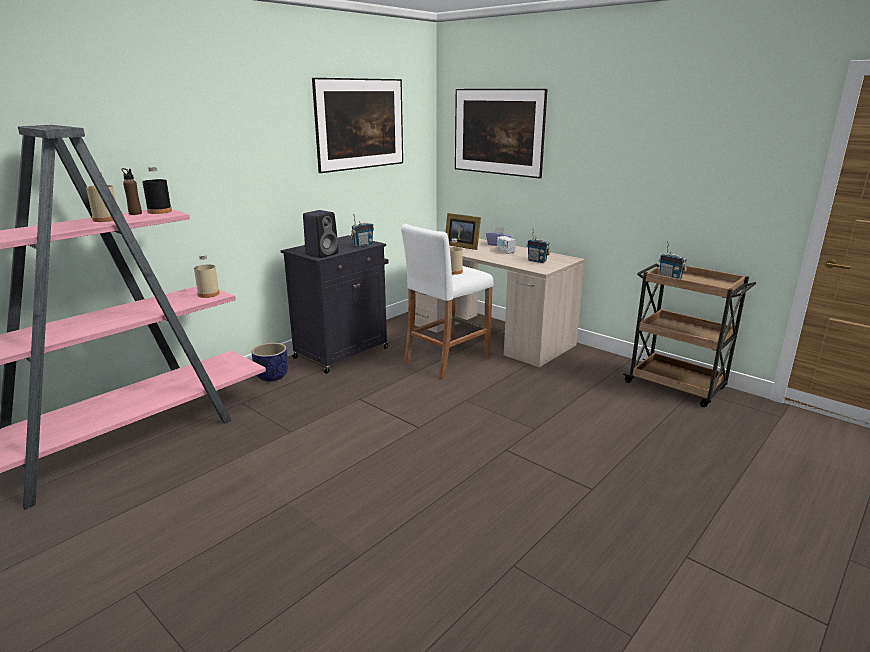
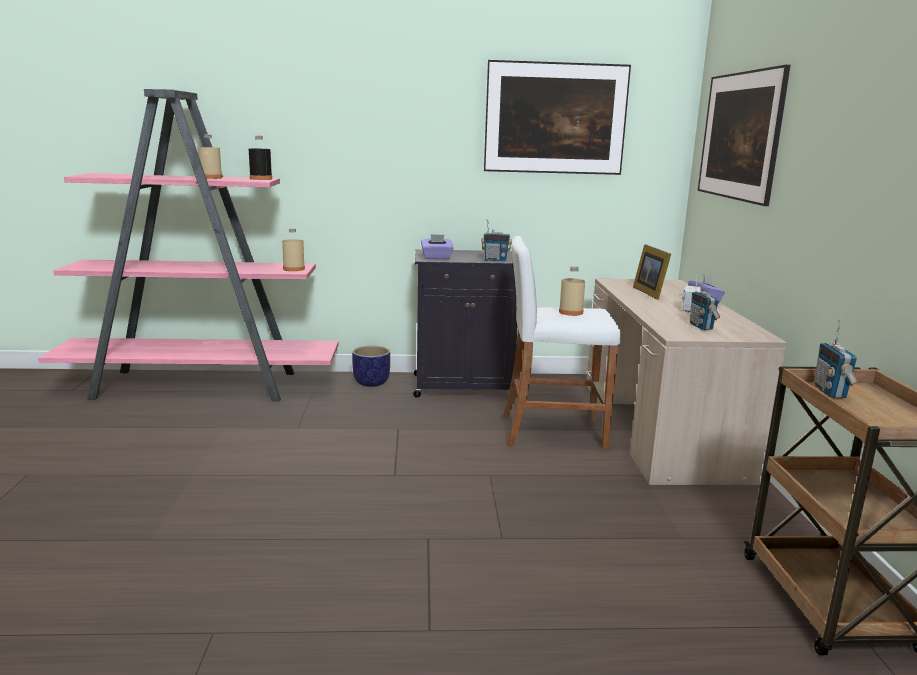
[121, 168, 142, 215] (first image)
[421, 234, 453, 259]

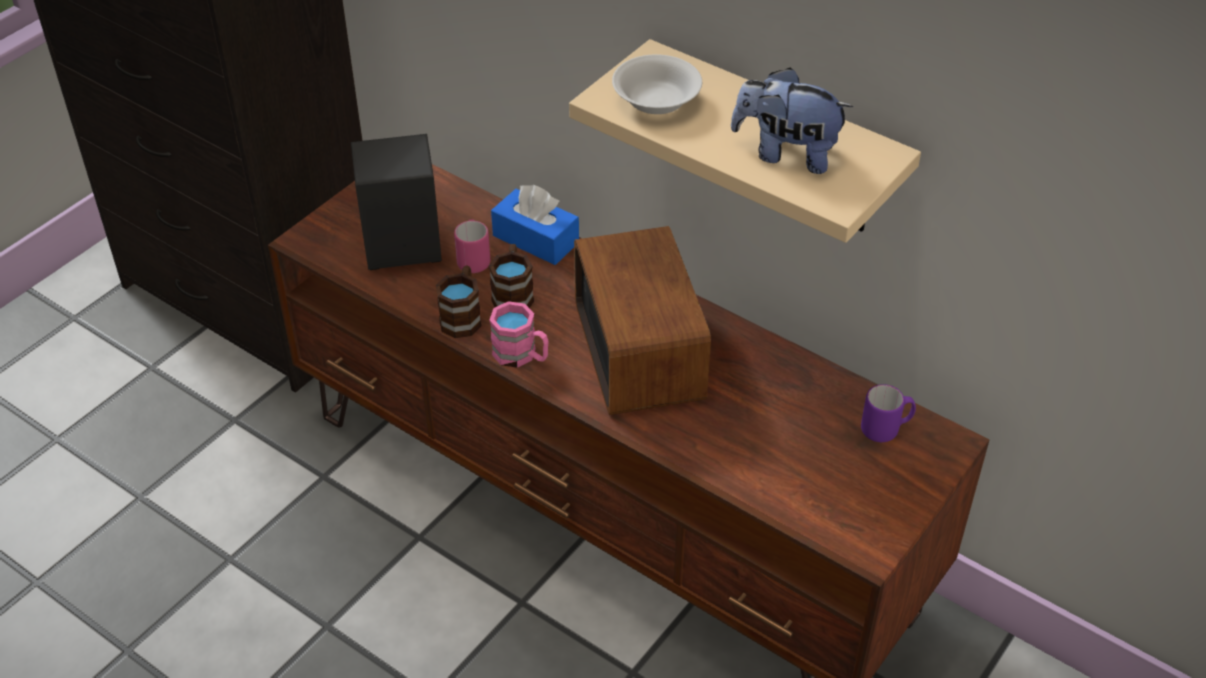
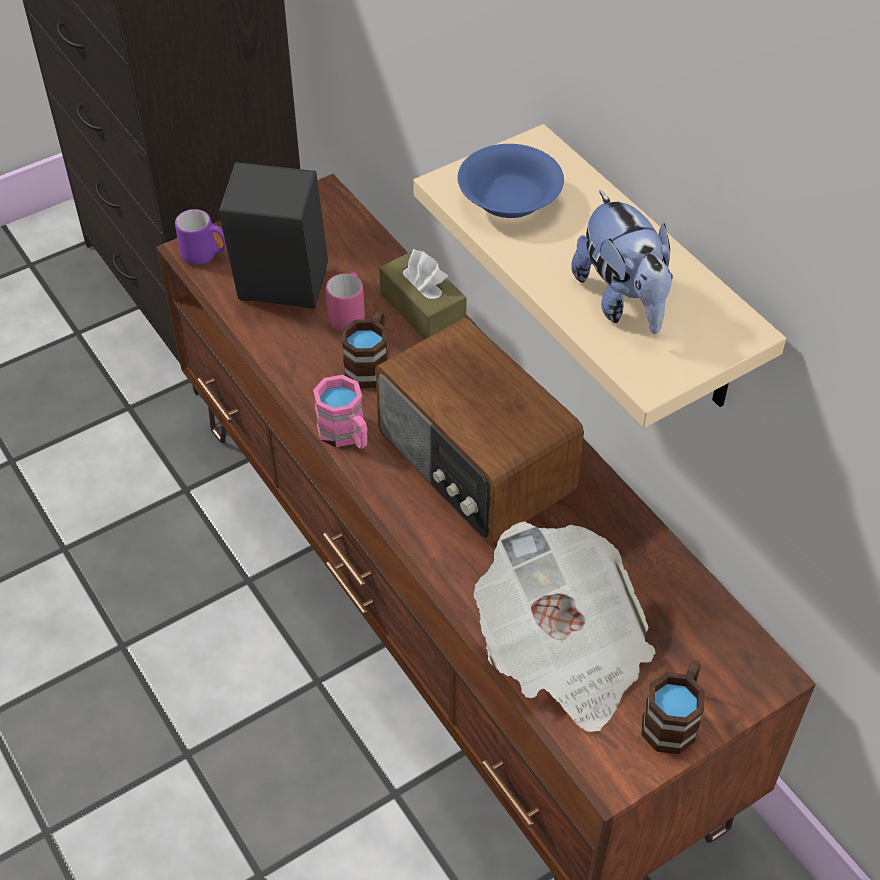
[641, 660, 705, 754]
[379, 249, 467, 339]
[375, 318, 584, 544]
[458, 144, 564, 218]
[571, 190, 673, 334]
[175, 209, 226, 265]
[474, 521, 656, 732]

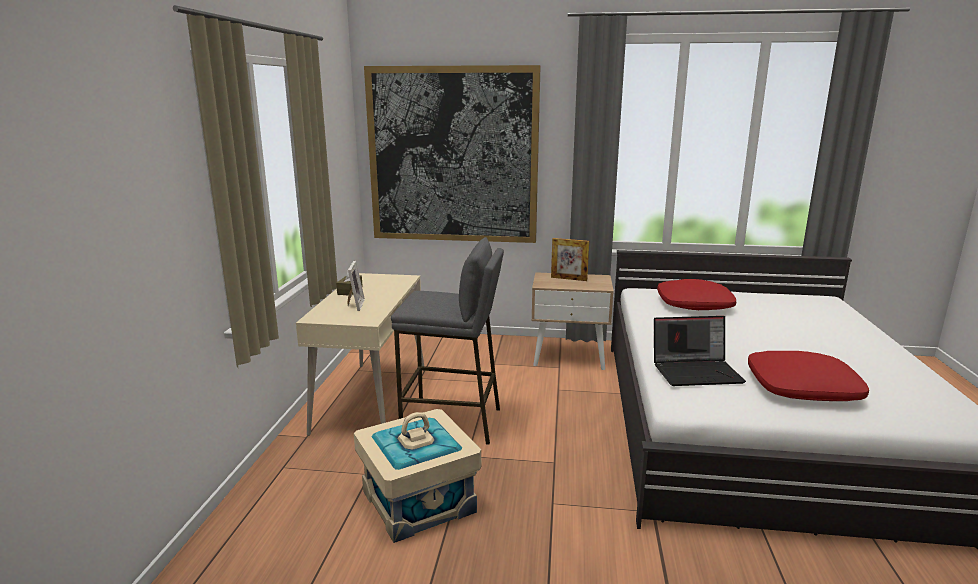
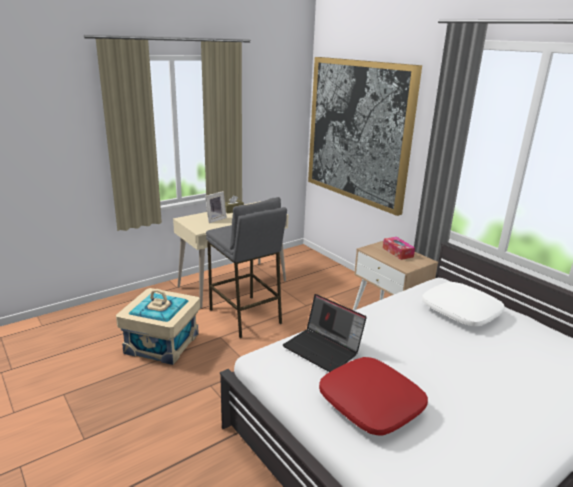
[383, 237, 415, 260]
[422, 282, 505, 326]

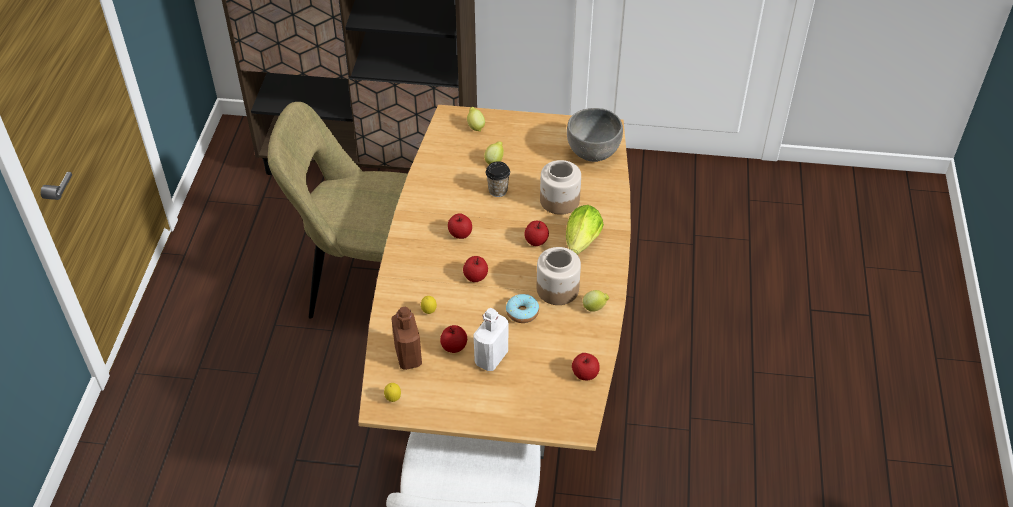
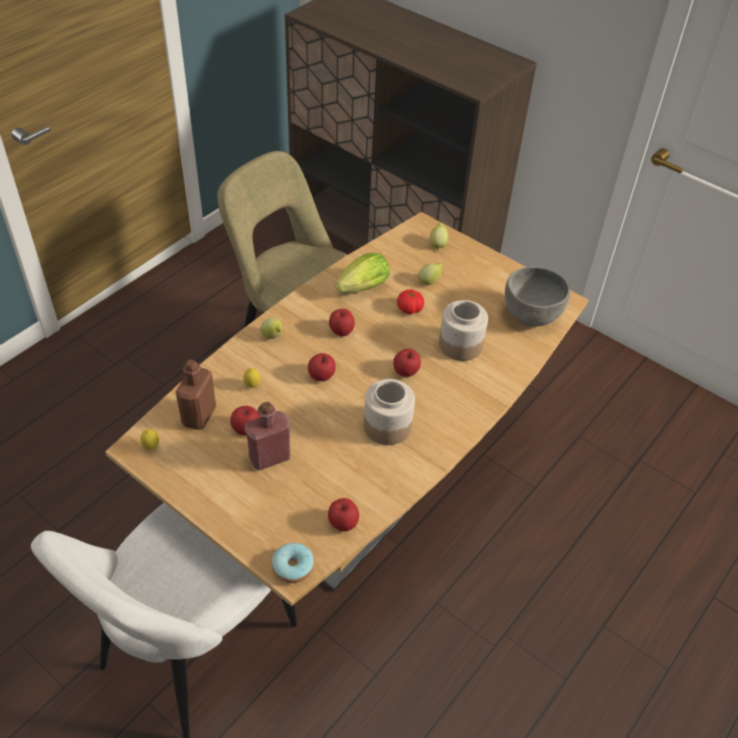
[245, 402, 290, 471]
[397, 289, 424, 314]
[272, 543, 314, 583]
[335, 253, 390, 293]
[260, 318, 283, 339]

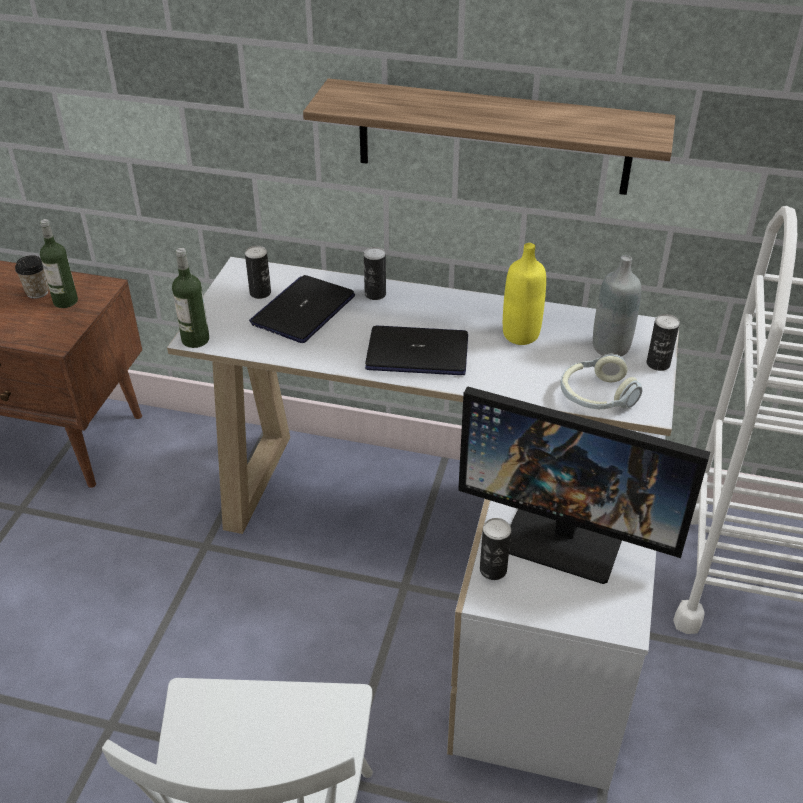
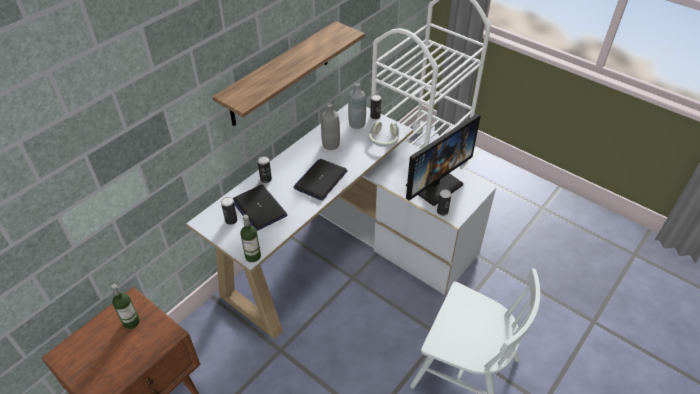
[15, 255, 49, 299] (first image)
[321, 104, 340, 150]

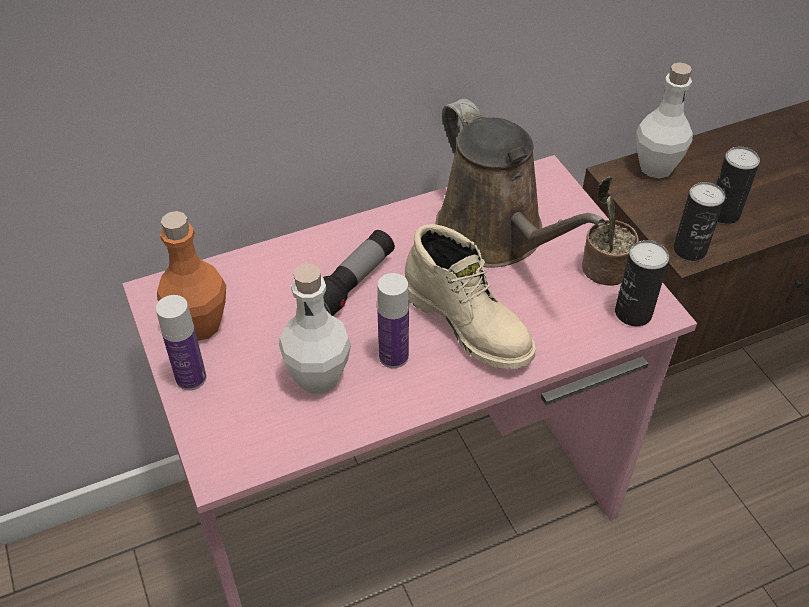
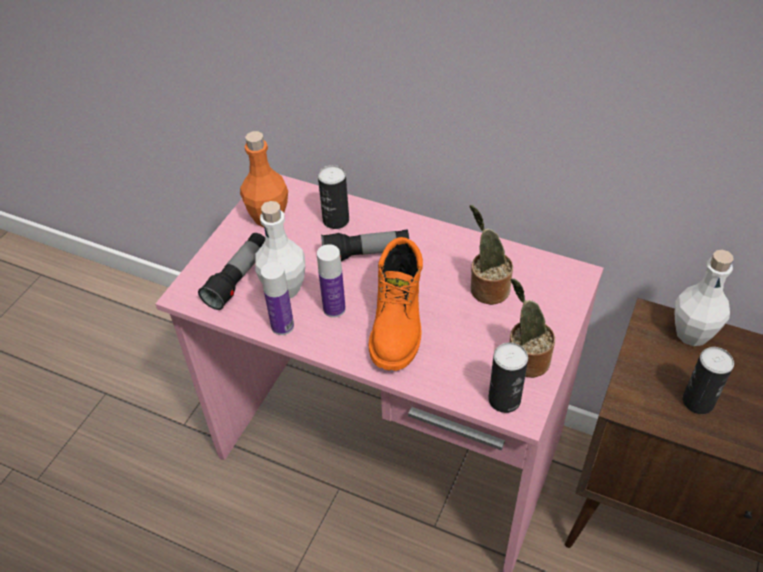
[261, 262, 294, 335]
[369, 237, 423, 371]
[469, 205, 513, 305]
[318, 165, 349, 229]
[198, 233, 265, 310]

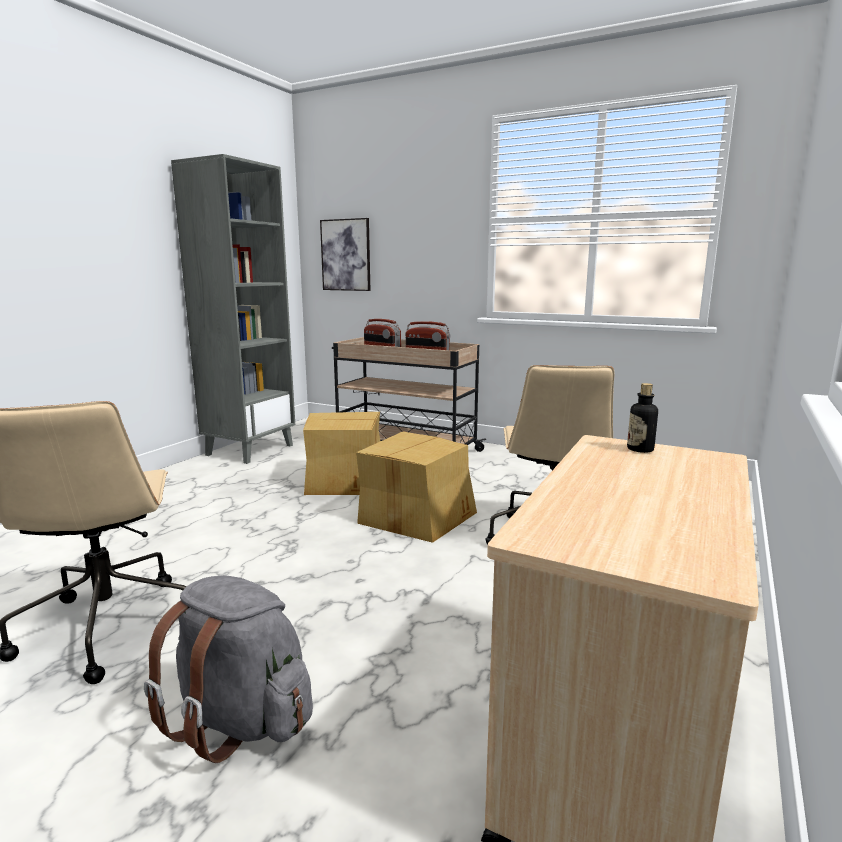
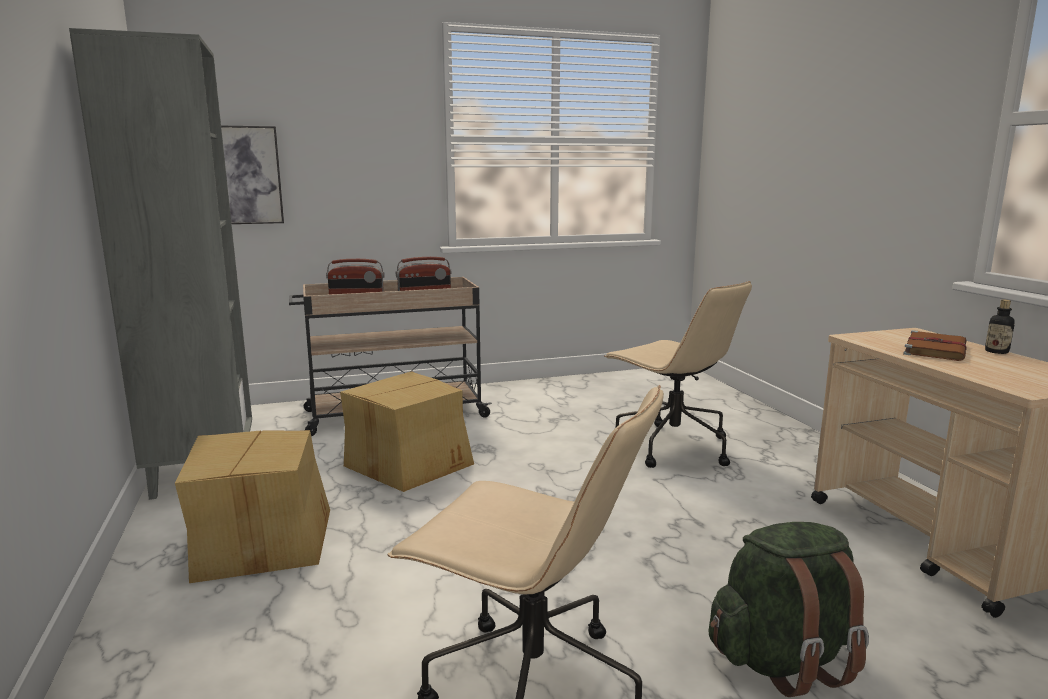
[709, 522, 869, 697]
[175, 430, 330, 583]
[985, 300, 1015, 354]
[903, 330, 967, 361]

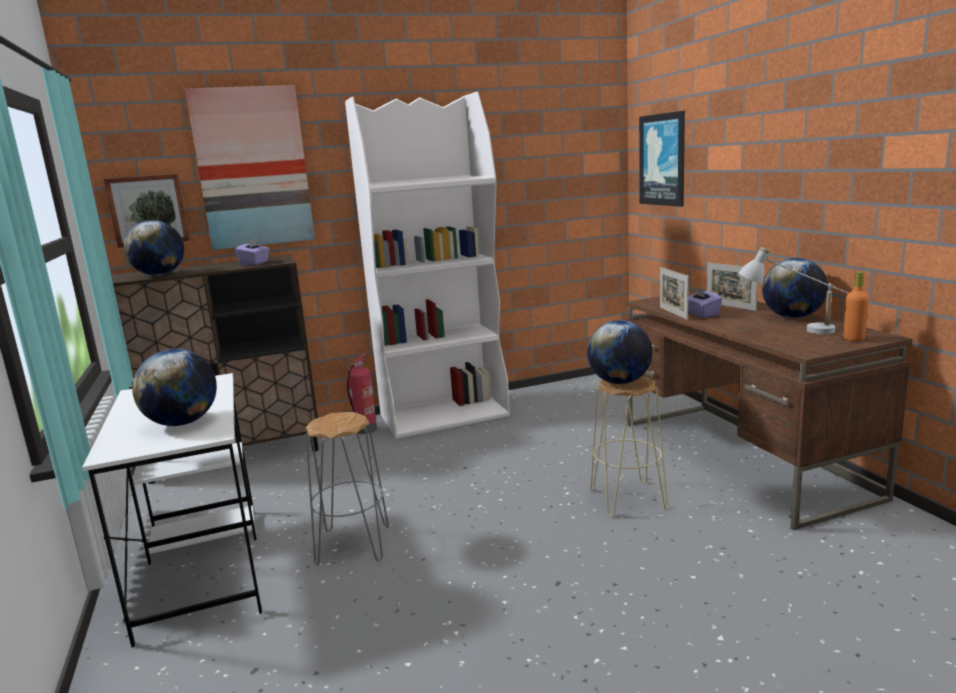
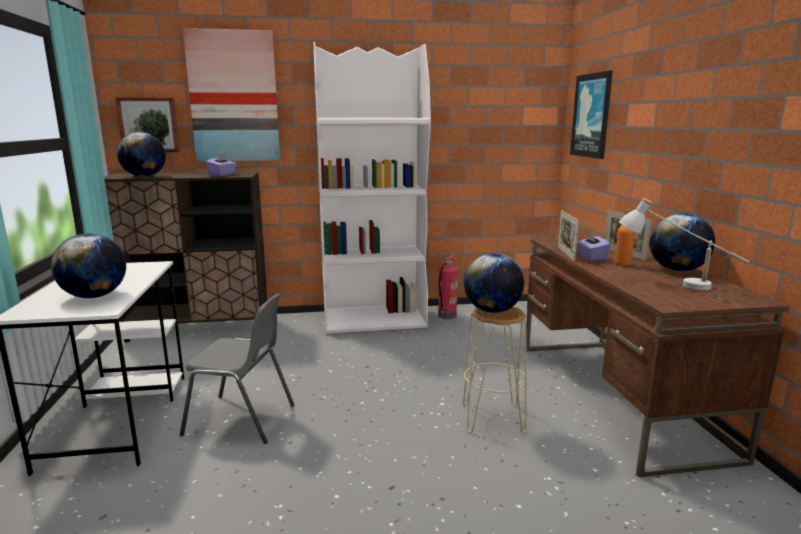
[180, 294, 294, 444]
[438, 254, 458, 319]
[615, 209, 635, 266]

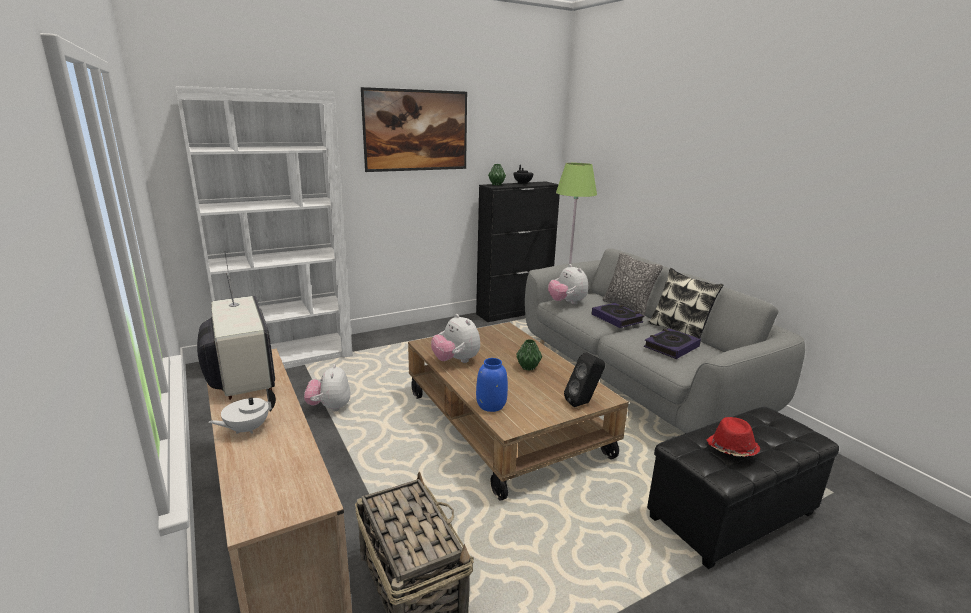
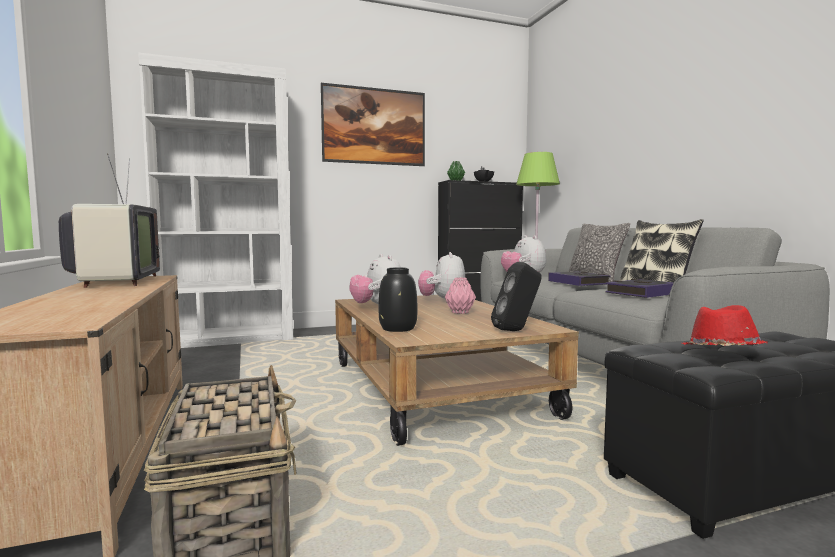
[208, 388, 276, 434] (first image)
[418, 252, 465, 302]
[379, 267, 418, 332]
[445, 277, 476, 314]

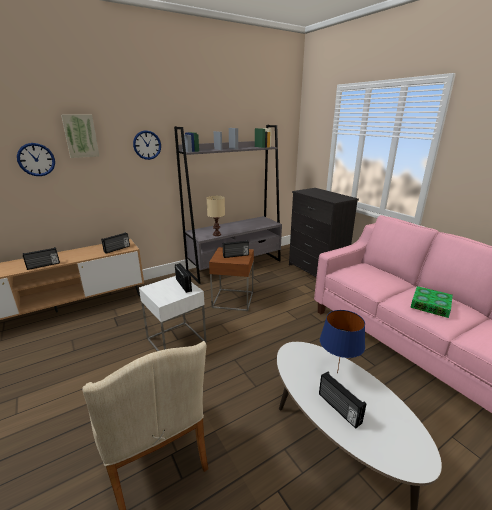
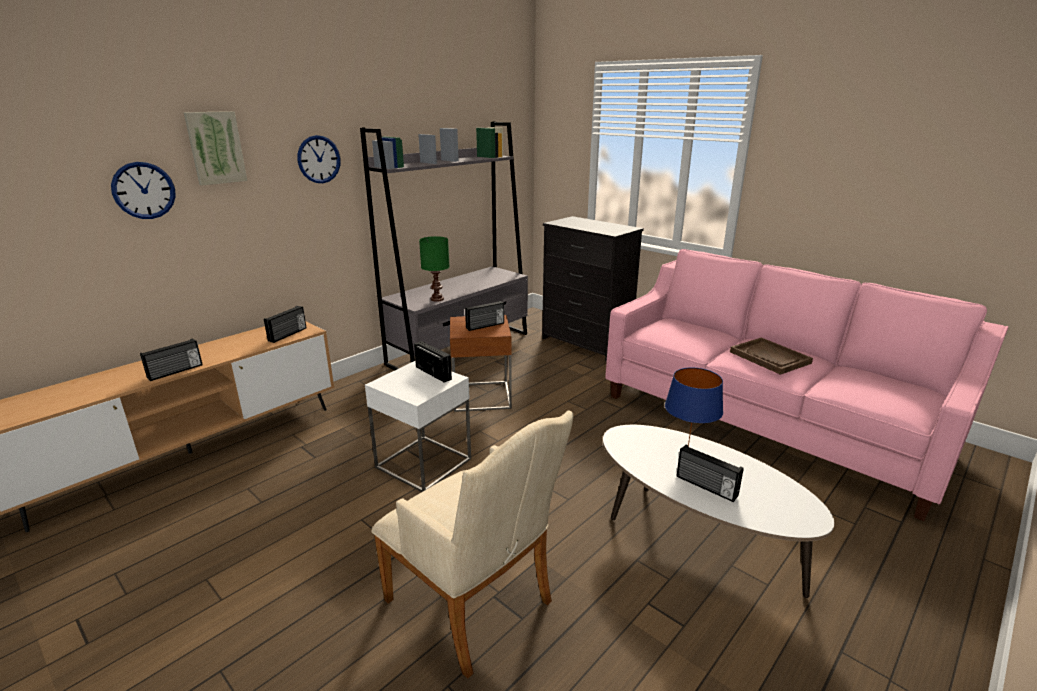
[419, 236, 450, 302]
[730, 338, 813, 375]

